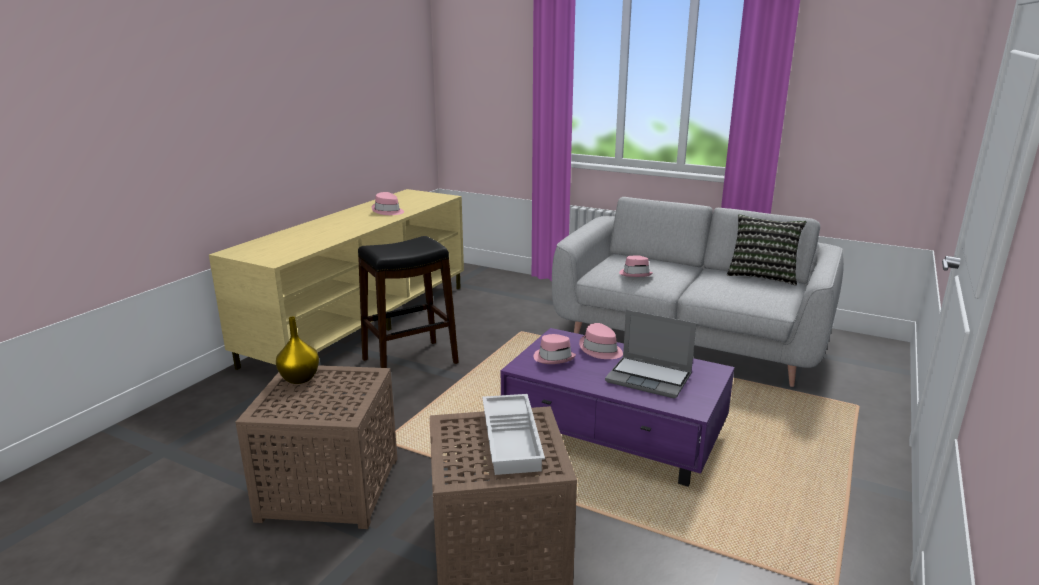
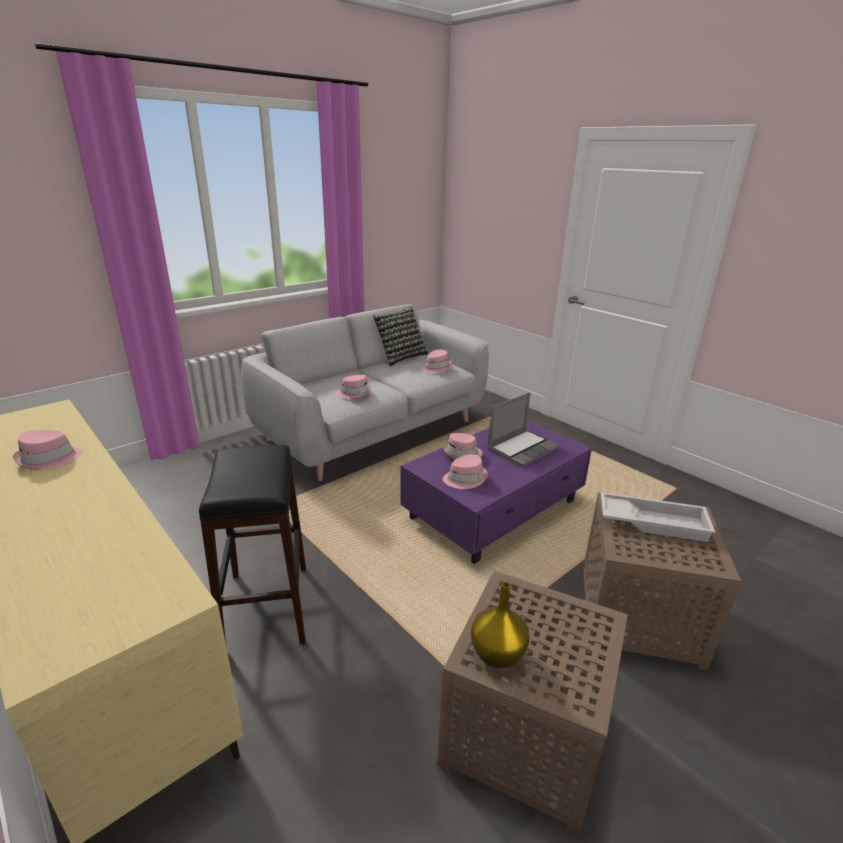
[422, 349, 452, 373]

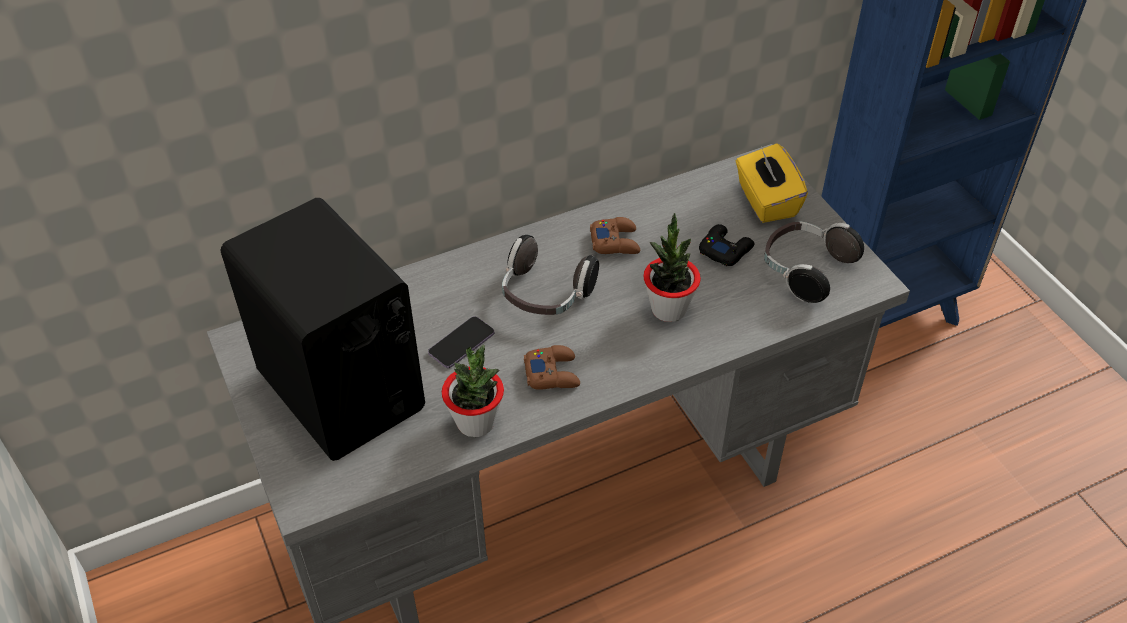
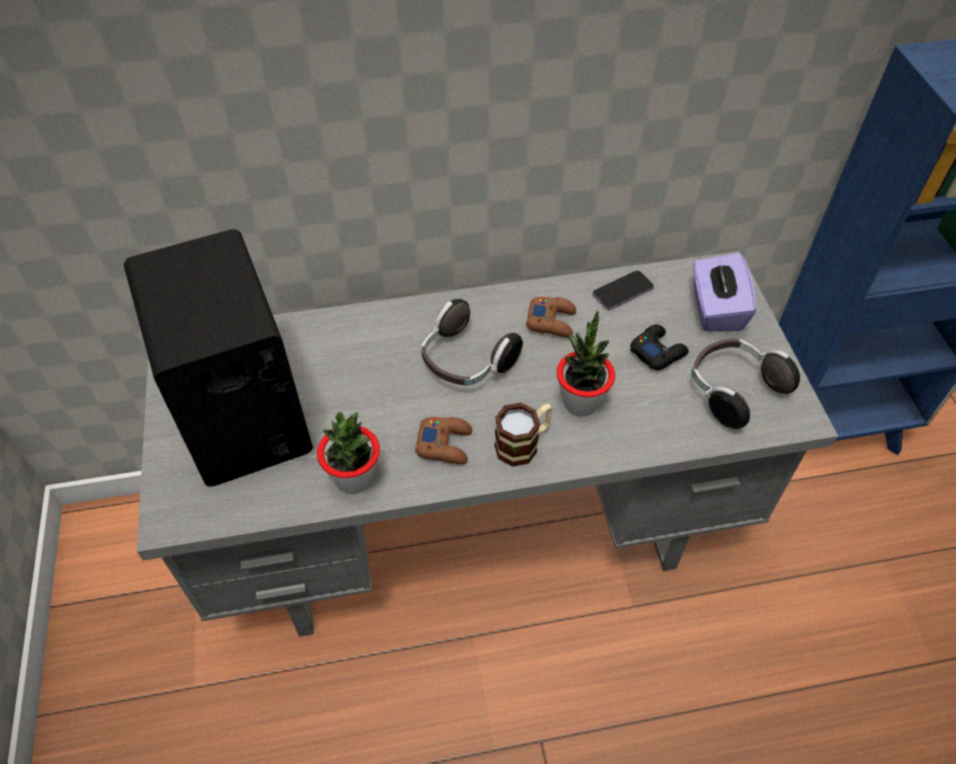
[593, 270, 654, 310]
[693, 253, 756, 331]
[494, 403, 552, 467]

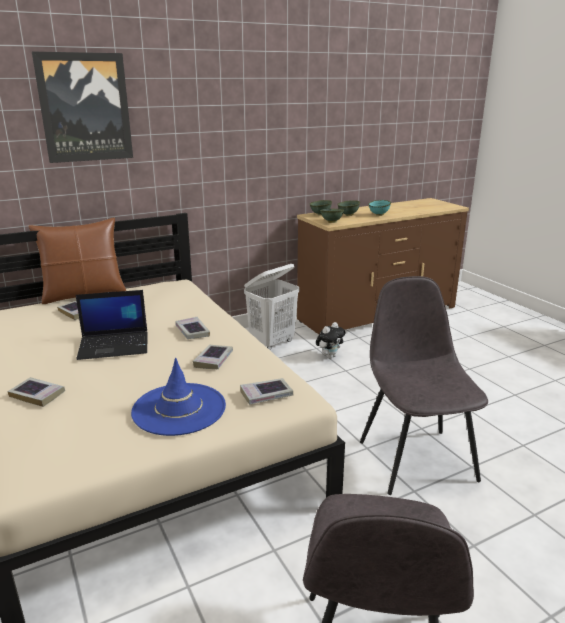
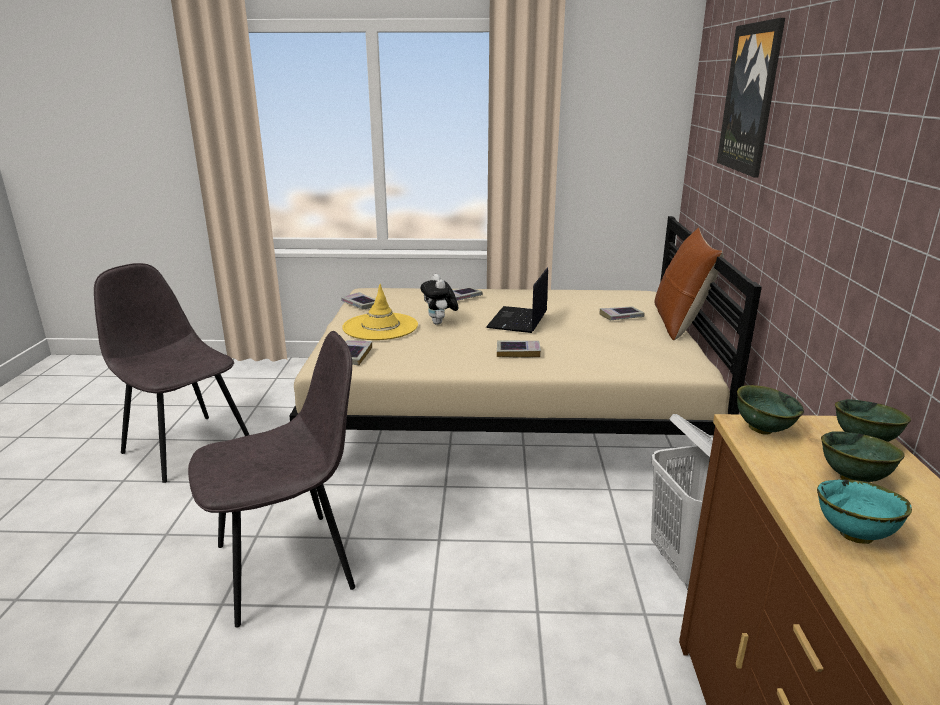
[342, 284, 418, 340]
[341, 292, 375, 309]
[421, 274, 458, 325]
[188, 331, 355, 627]

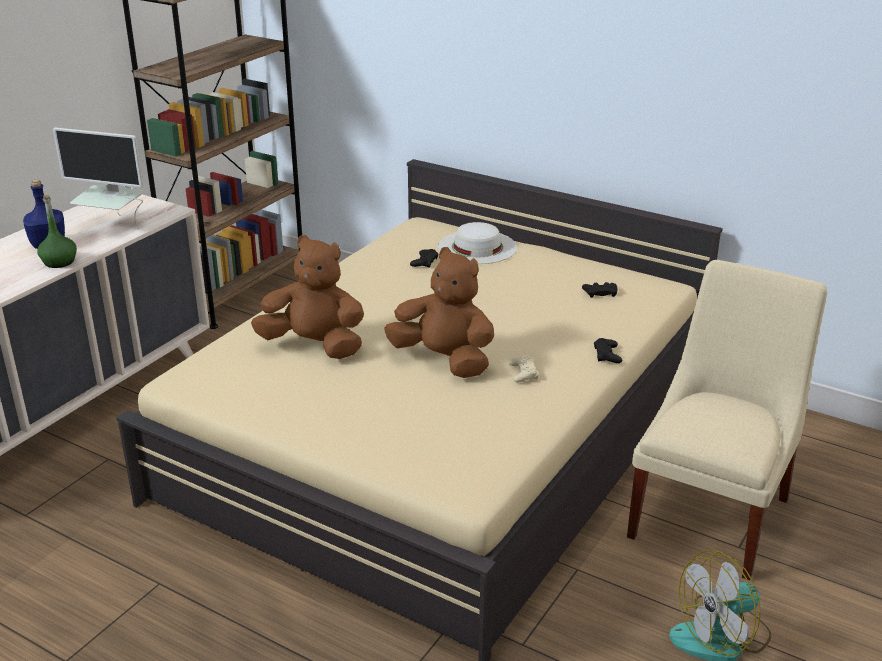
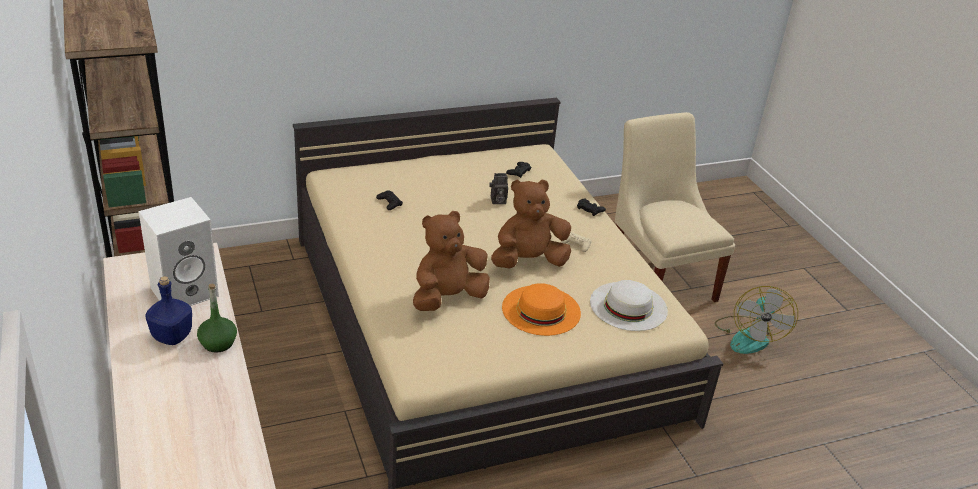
[139, 197, 219, 306]
[590, 280, 668, 331]
[489, 173, 508, 204]
[502, 283, 581, 336]

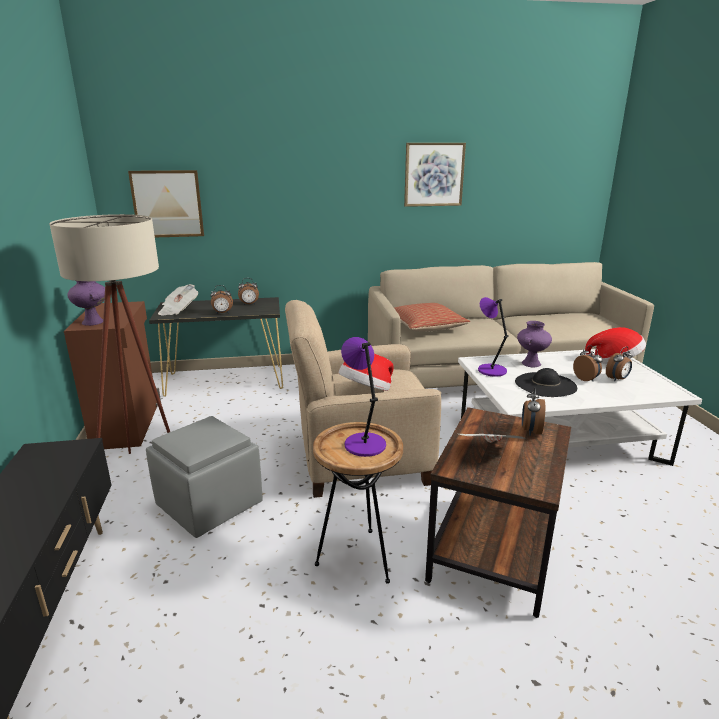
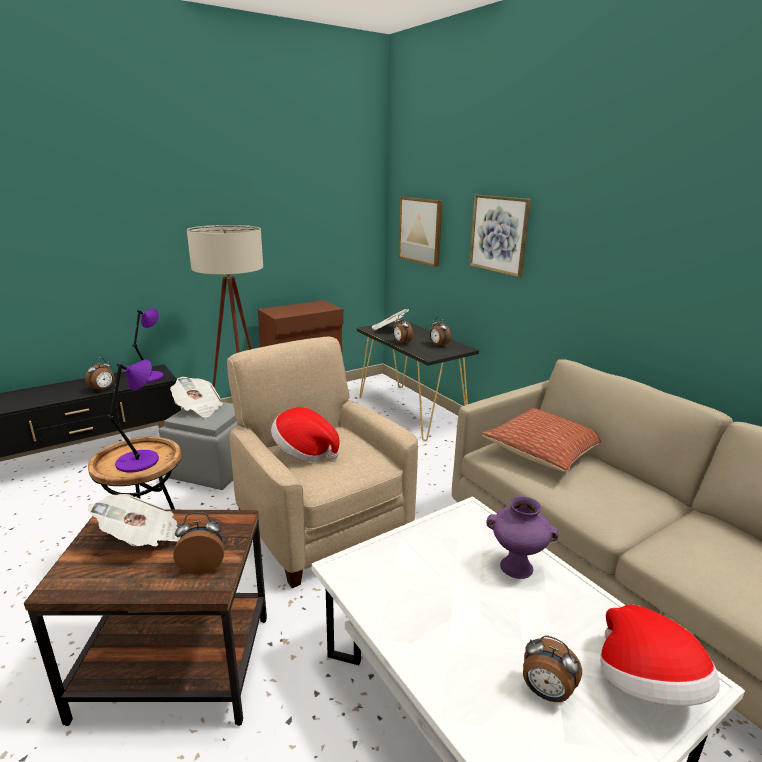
[67, 281, 105, 326] (first image)
[469, 195, 531, 277]
[132, 308, 164, 382]
[515, 368, 577, 397] (first image)
[85, 358, 114, 392]
[170, 377, 223, 417]

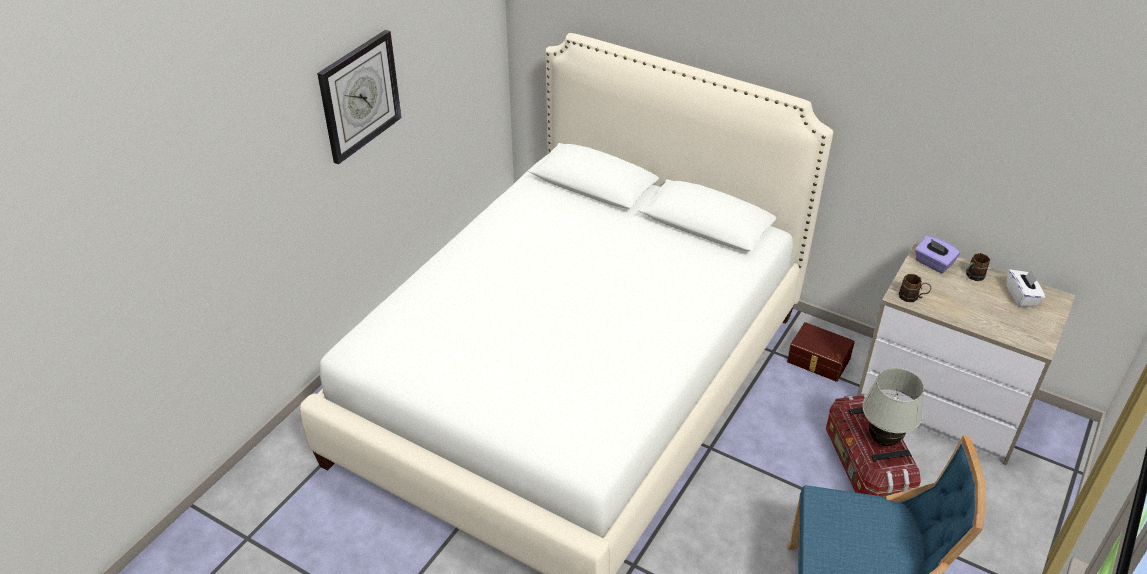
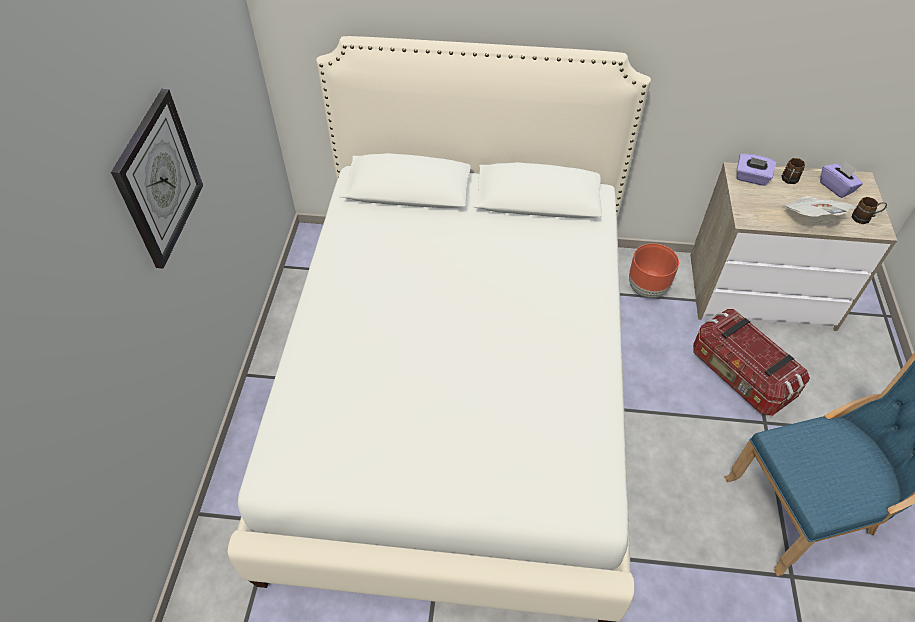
[629, 243, 679, 298]
[862, 368, 924, 446] (first image)
[852, 197, 887, 224]
[820, 161, 863, 198]
[783, 196, 855, 217]

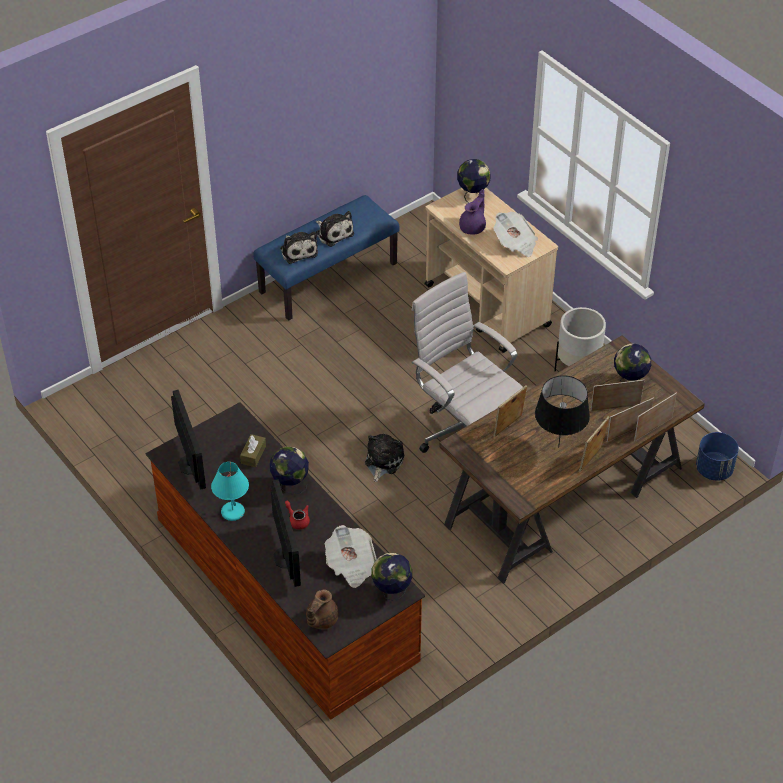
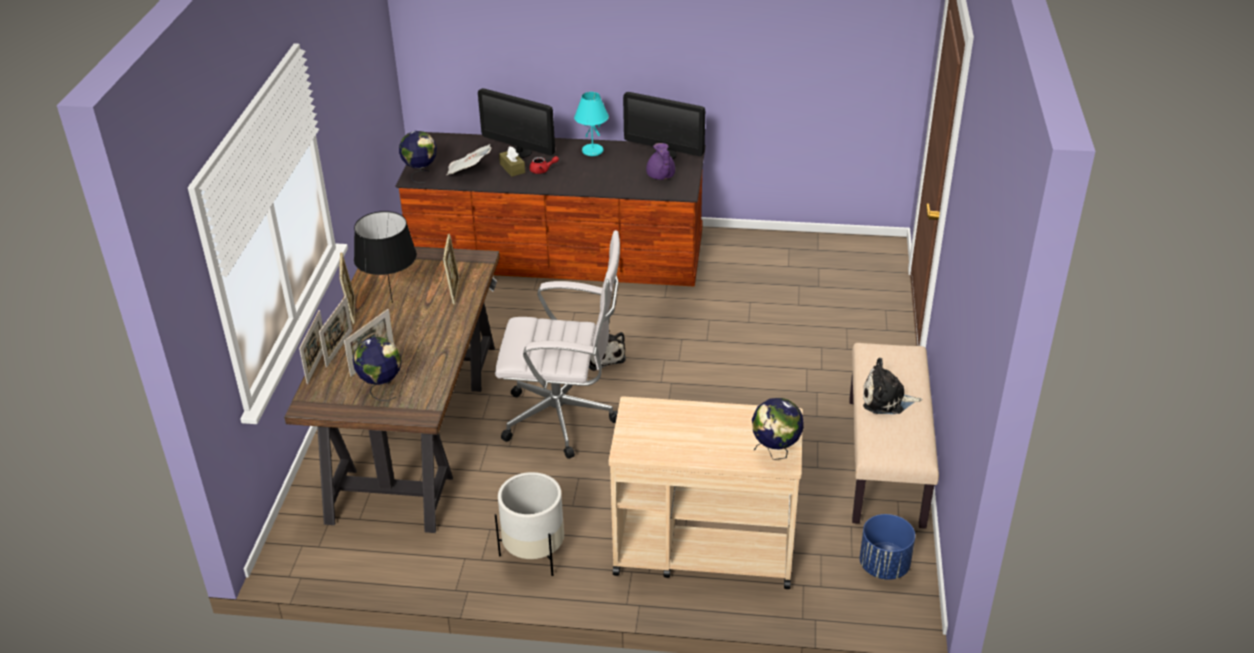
[499, 146, 525, 177]
[849, 343, 939, 529]
[270, 447, 309, 494] (first image)
[280, 232, 318, 264] (first image)
[306, 589, 339, 629] (first image)
[646, 143, 675, 180]
[494, 212, 538, 257] (first image)
[860, 514, 915, 580]

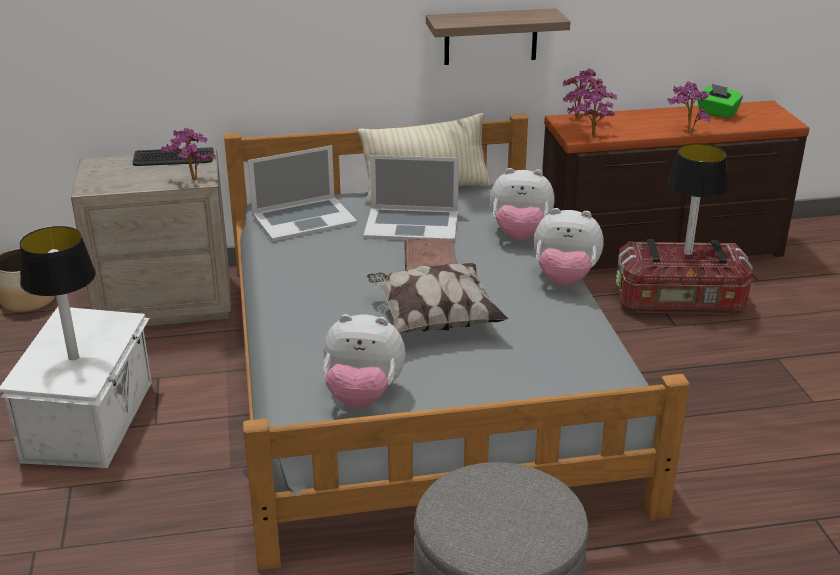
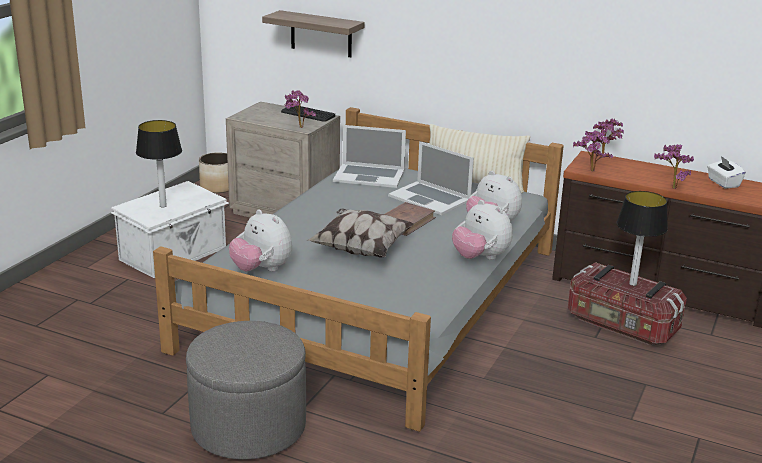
[262, 10, 365, 57]
[707, 156, 746, 189]

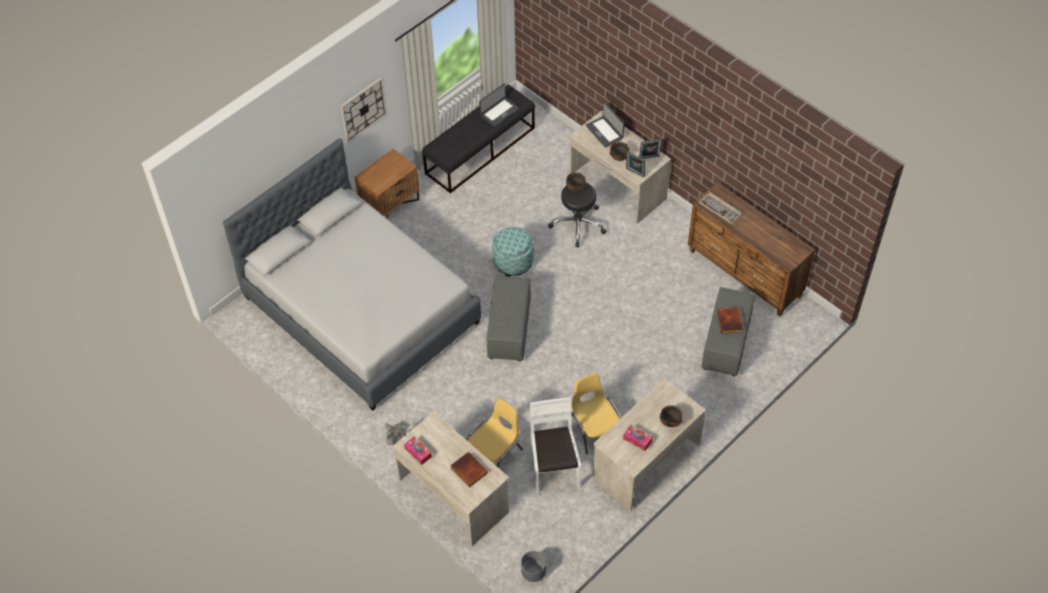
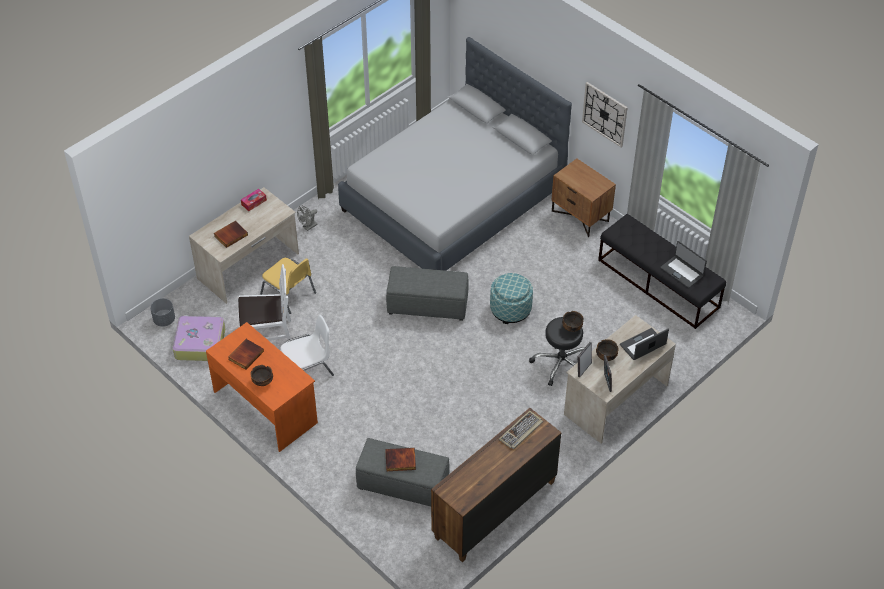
[280, 315, 334, 376]
[206, 322, 318, 452]
[228, 339, 264, 370]
[173, 315, 225, 361]

